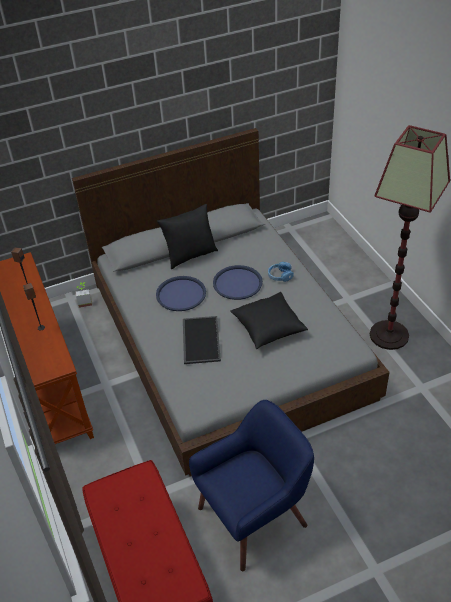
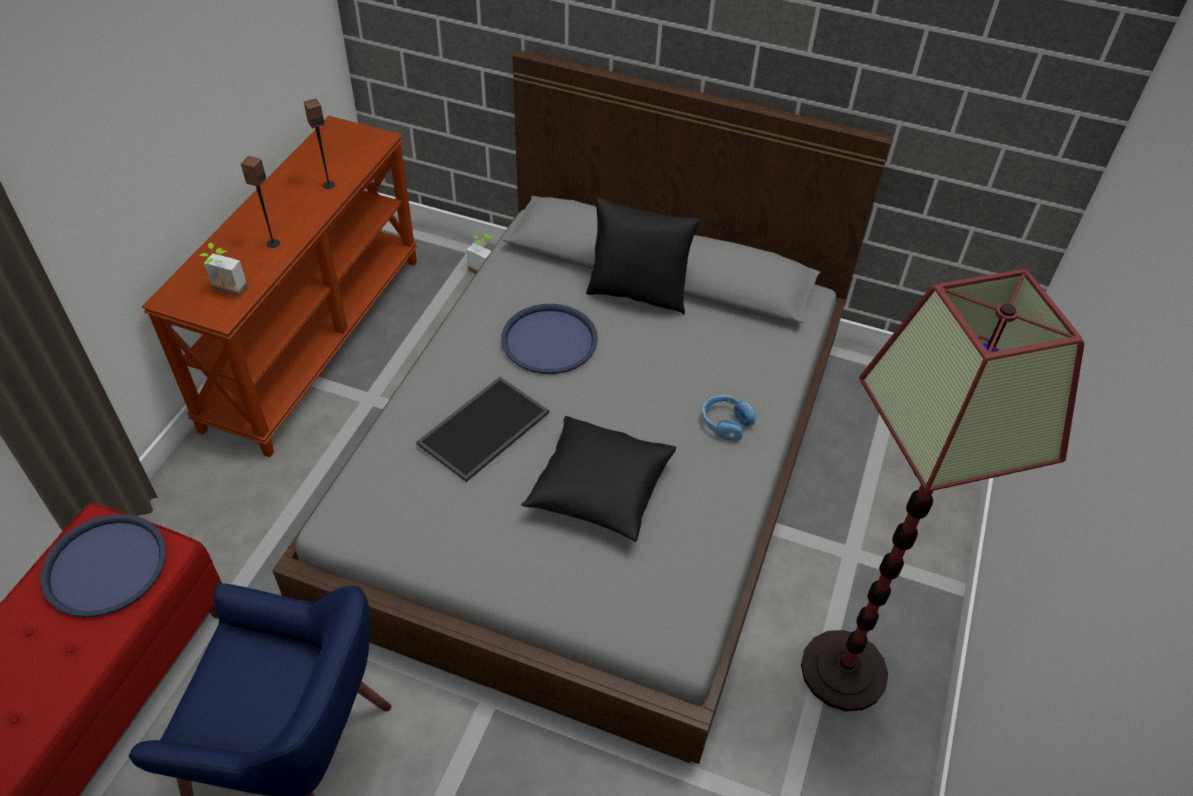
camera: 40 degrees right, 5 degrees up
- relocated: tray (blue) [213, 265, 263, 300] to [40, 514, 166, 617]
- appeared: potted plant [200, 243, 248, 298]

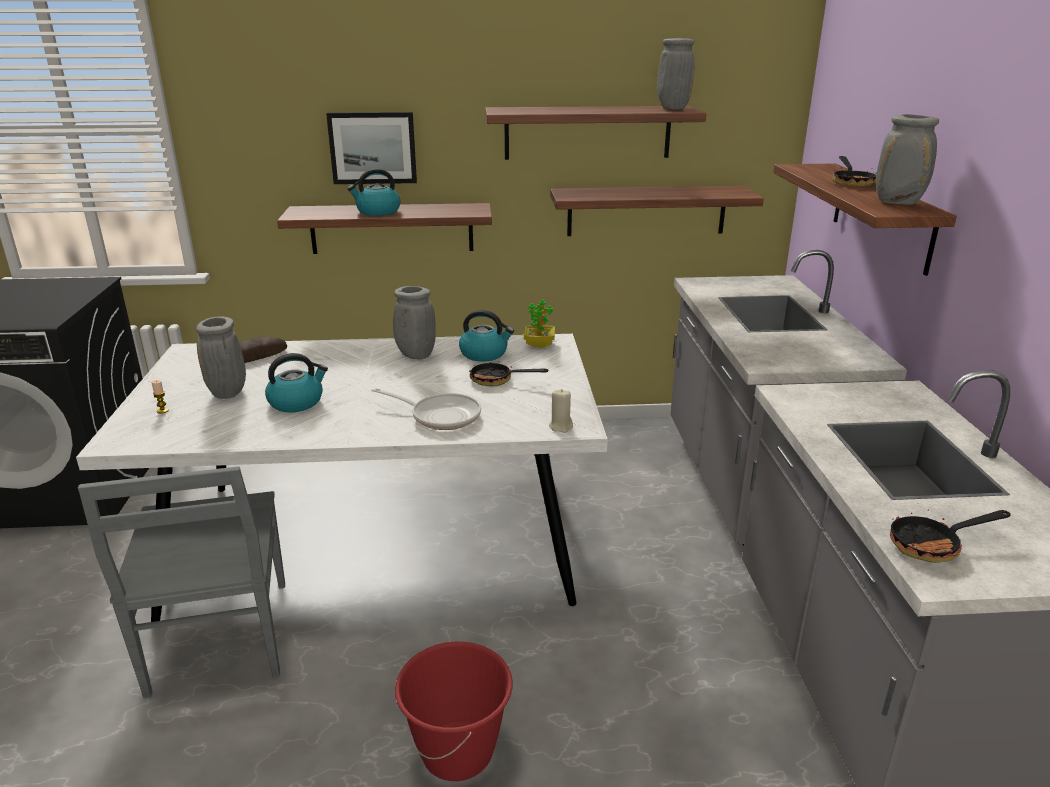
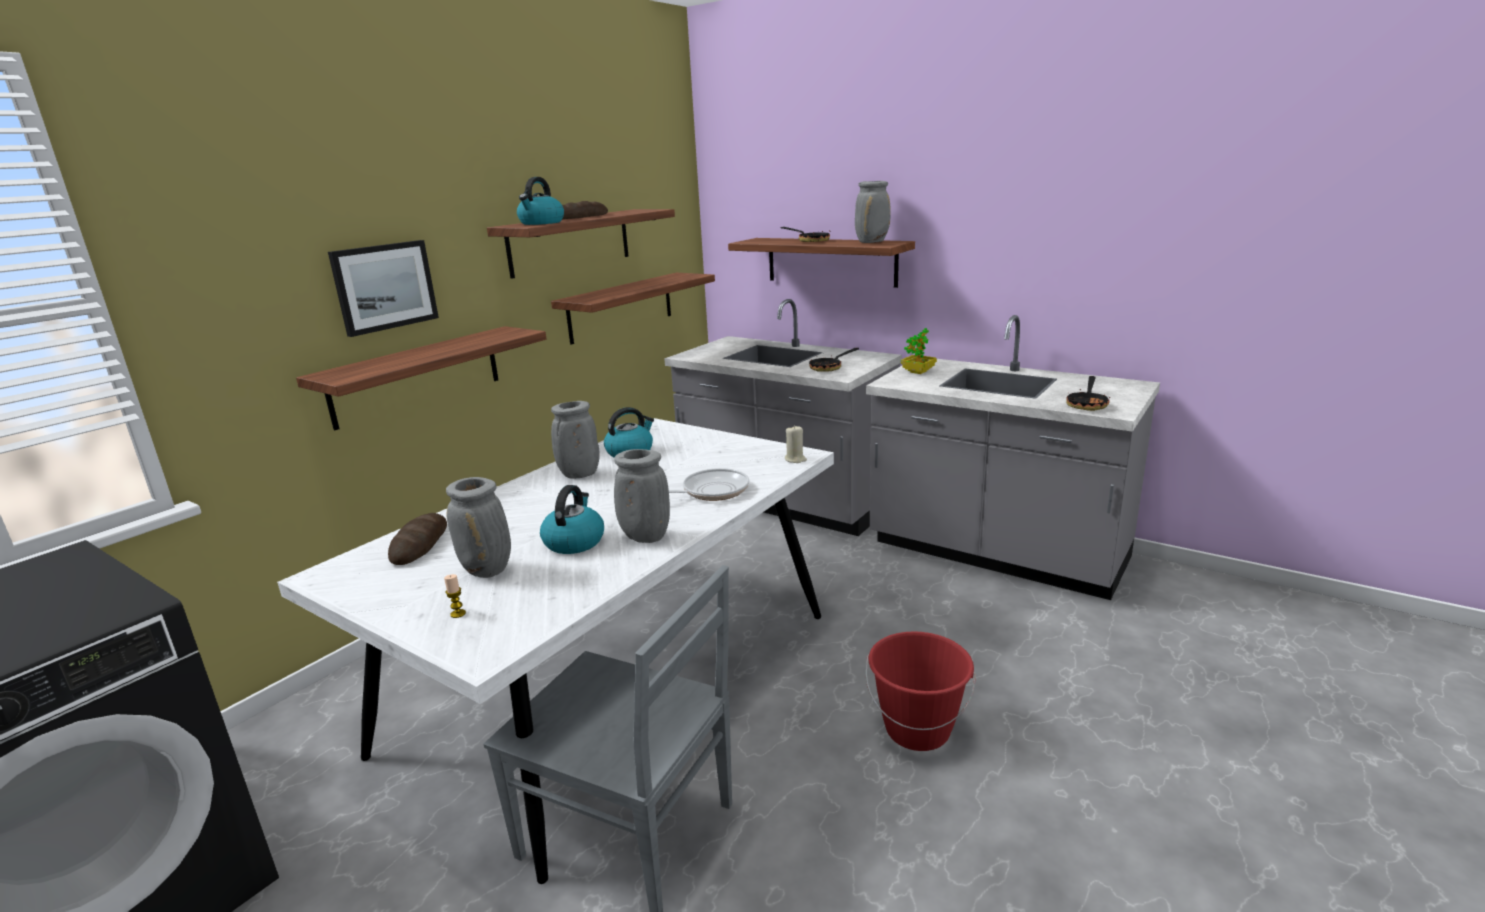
camera: 50 degrees left, 5 degrees down
- relocated: kettle [347, 168, 400, 216] to [517, 177, 564, 225]
- appeared: bread [562, 201, 608, 219]
- relocated: vase (grey) [657, 38, 695, 110] to [614, 449, 670, 543]
- relocated: frying pan [469, 361, 548, 386] to [809, 348, 859, 372]
- relocated: potted plant [524, 300, 555, 348] to [901, 328, 937, 374]

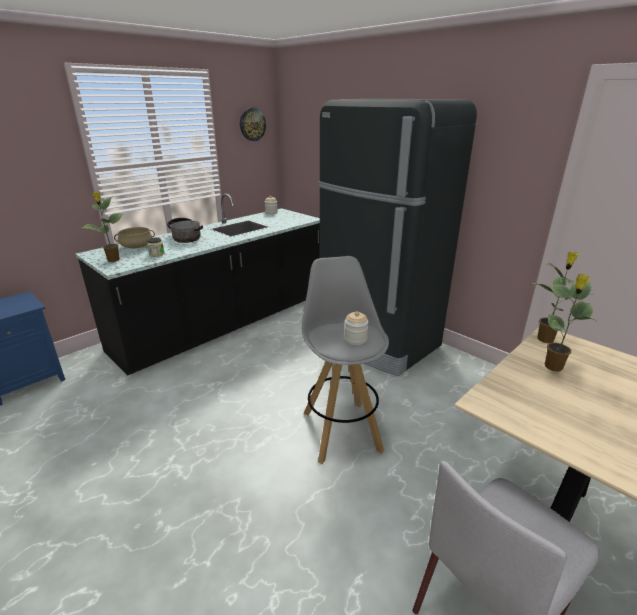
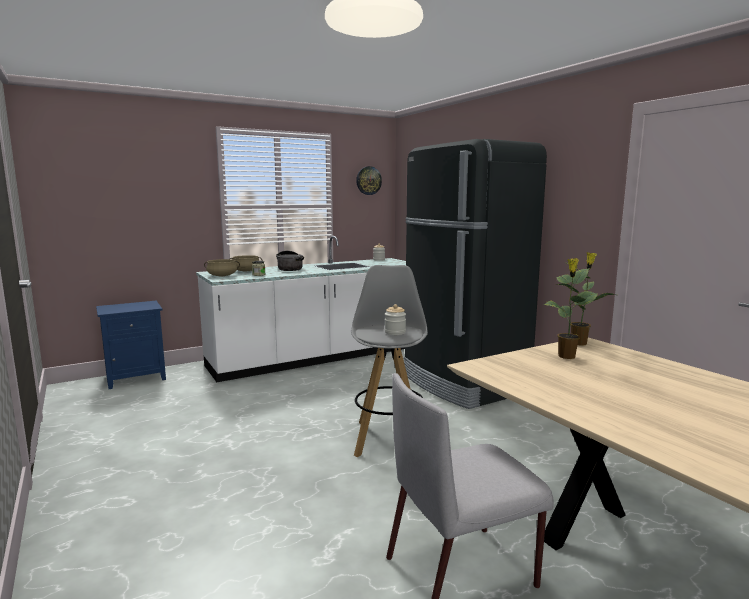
camera: 15 degrees right, 15 degrees down
- colour: counter (black) [75, 194, 320, 375] to counter (white) [196, 236, 406, 382]
- exchanged: potted plant [82, 191, 124, 262] to cooking pot (beige) [204, 259, 240, 276]

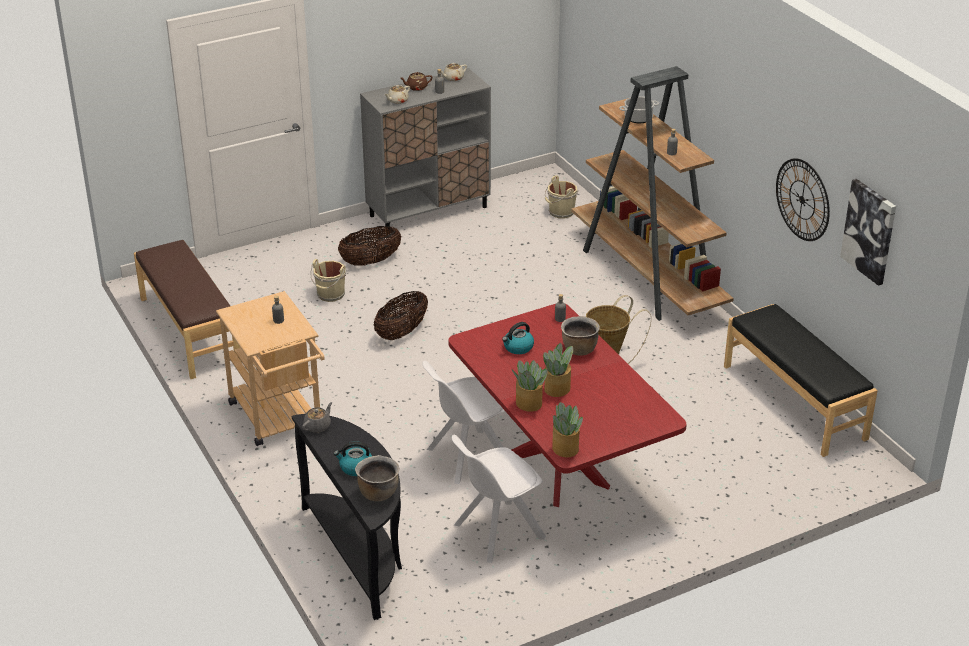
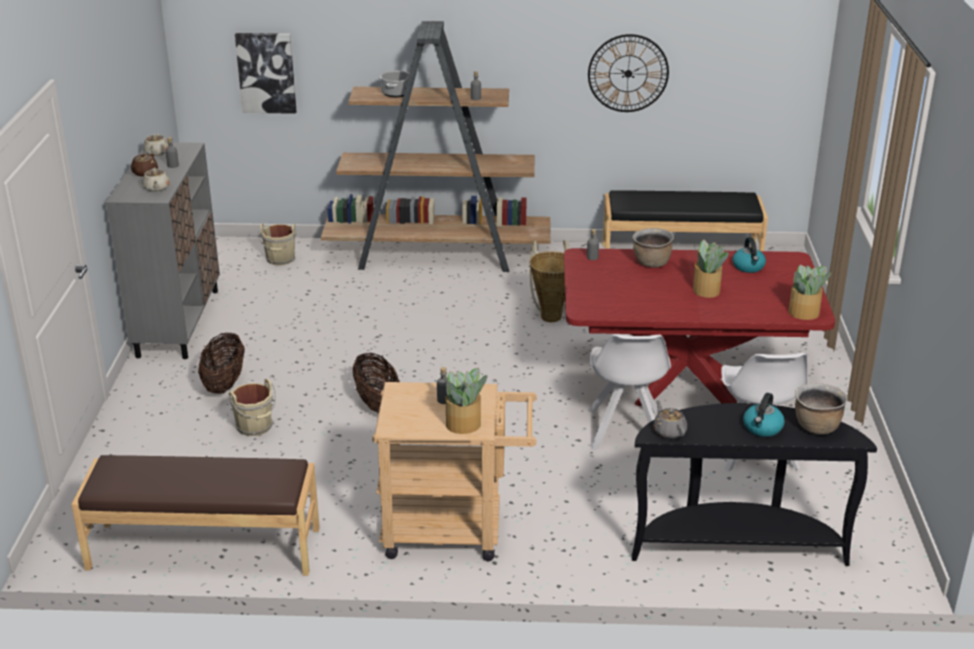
camera: 60 degrees left, 5 degrees down
- relocated: picture [840, 179, 896, 286] to [235, 33, 297, 114]
- relocated: potted plant [512, 360, 548, 412] to [444, 368, 488, 434]
- relocated: kettle [502, 322, 534, 354] to [732, 237, 766, 273]

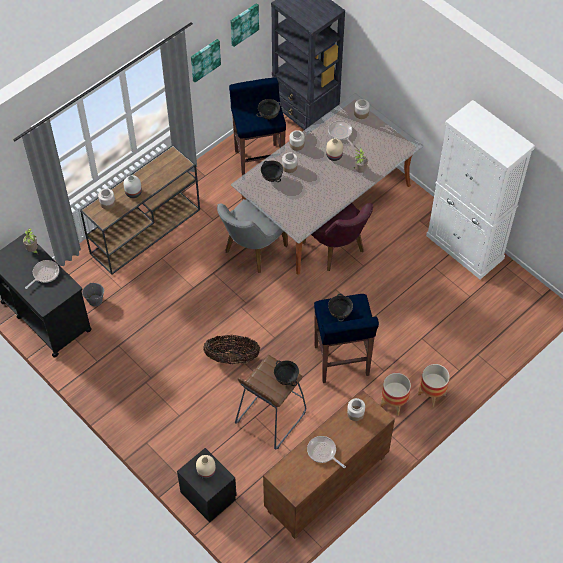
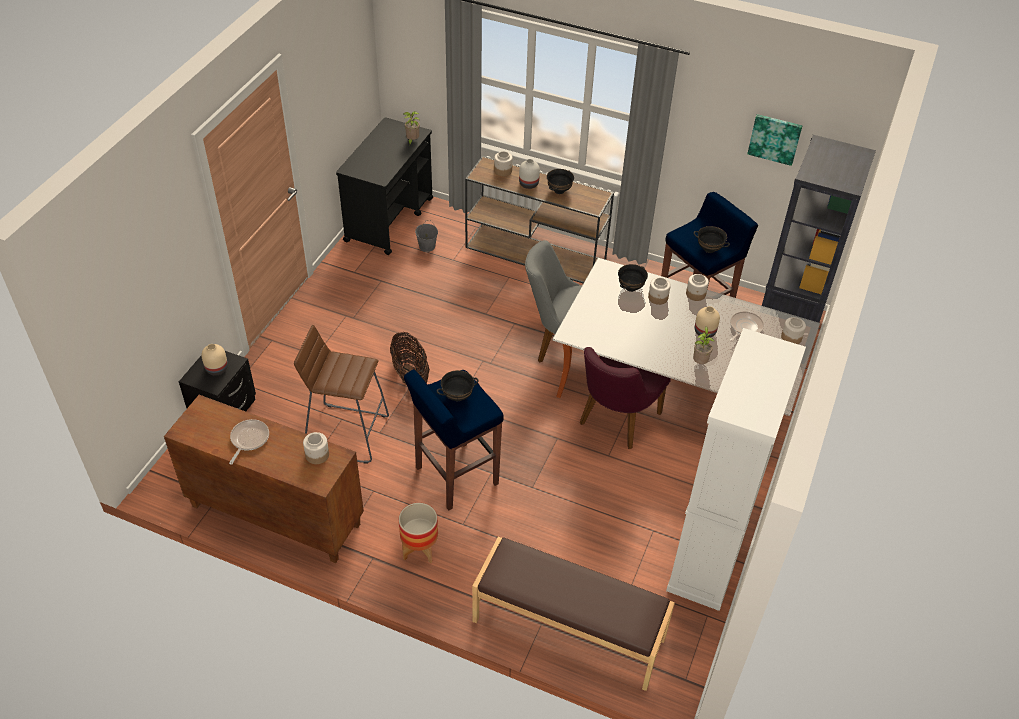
camera: 65 degrees right, 10 degrees down
- appeared: bench (brown) [472, 537, 675, 691]
- relocated: bowl (black) [274, 360, 299, 386] to [547, 169, 574, 194]
- missing: frying pan [25, 260, 59, 289]
- missing: picture [191, 39, 221, 82]
- missing: planter [418, 364, 450, 407]

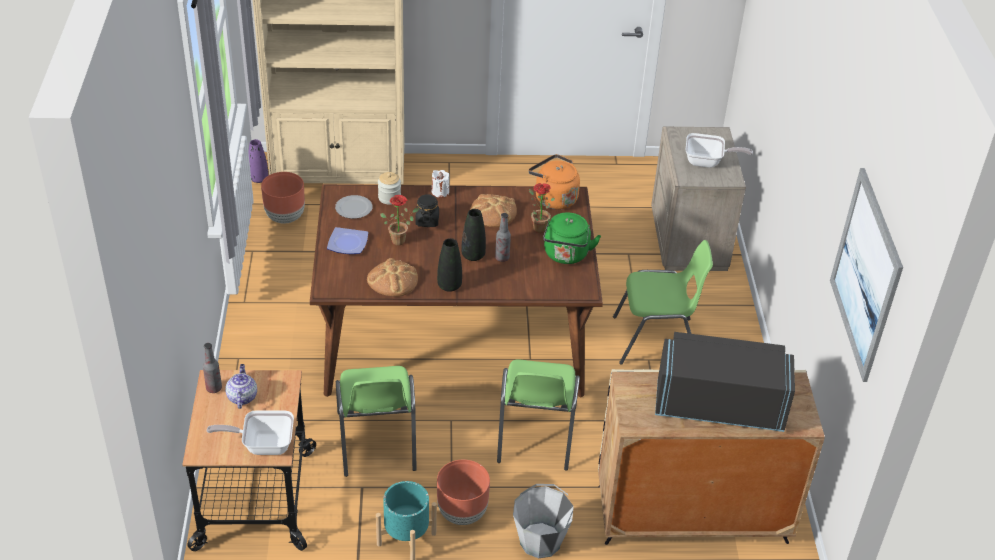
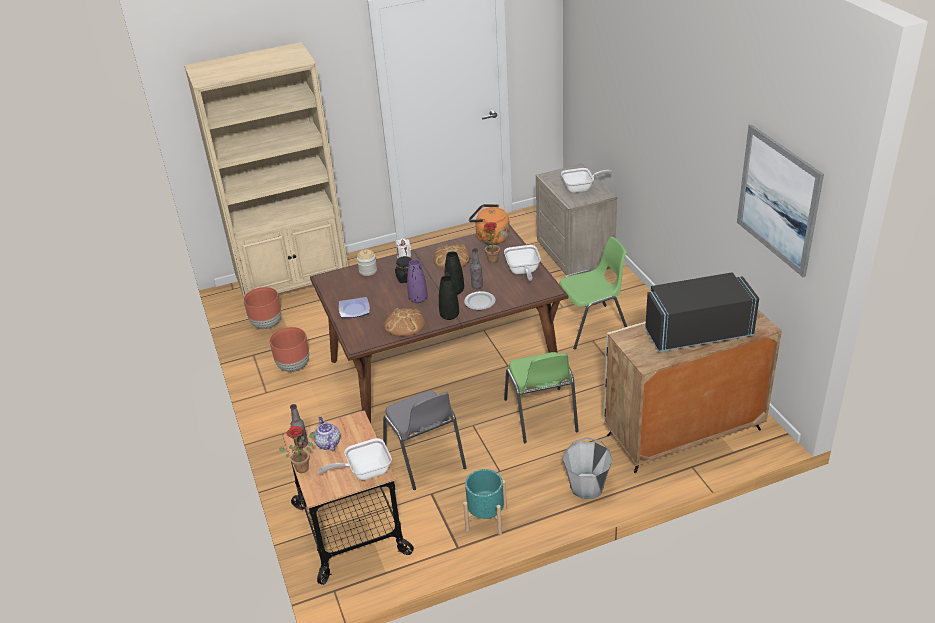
camera: 15 degrees left, 5 degrees down
- relocated: planter (brown) [437, 460, 490, 525] to [269, 327, 309, 372]
- relocated: potted plant [380, 195, 420, 246] to [279, 426, 315, 473]
- colour: chair (green) [336, 366, 417, 477] to chair (grey) [383, 391, 467, 490]
- relocated: vase (purple) [248, 139, 268, 183] to [407, 259, 428, 303]
- relocated: plate [335, 195, 373, 219] to [464, 291, 496, 310]
- exchanged: kettle (green) [543, 212, 601, 264] to frying pan [504, 245, 541, 281]

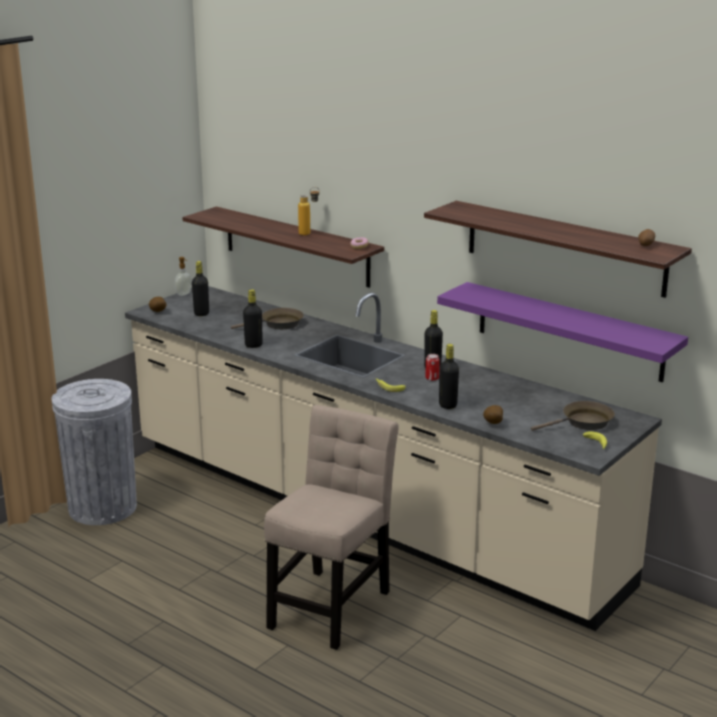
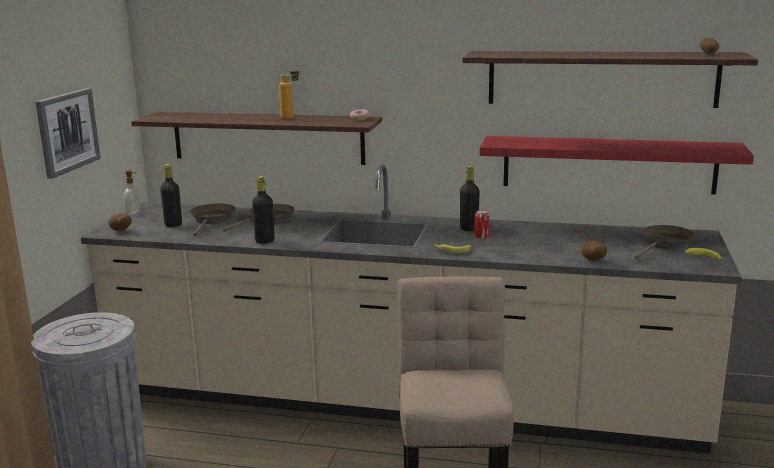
camera: 25 degrees left, 5 degrees down
- appeared: picture [36, 88, 101, 179]
- appeared: frying pan (brown) [190, 203, 236, 236]
- colour: shelf (purple) [437, 282, 688, 382] to shelf (red) [480, 136, 754, 195]
- missing: bottle (black) [439, 344, 459, 409]

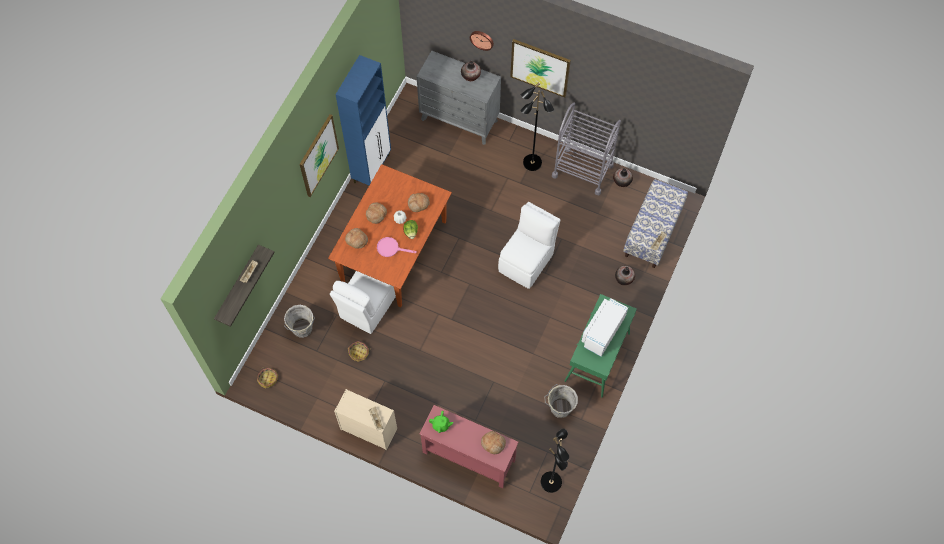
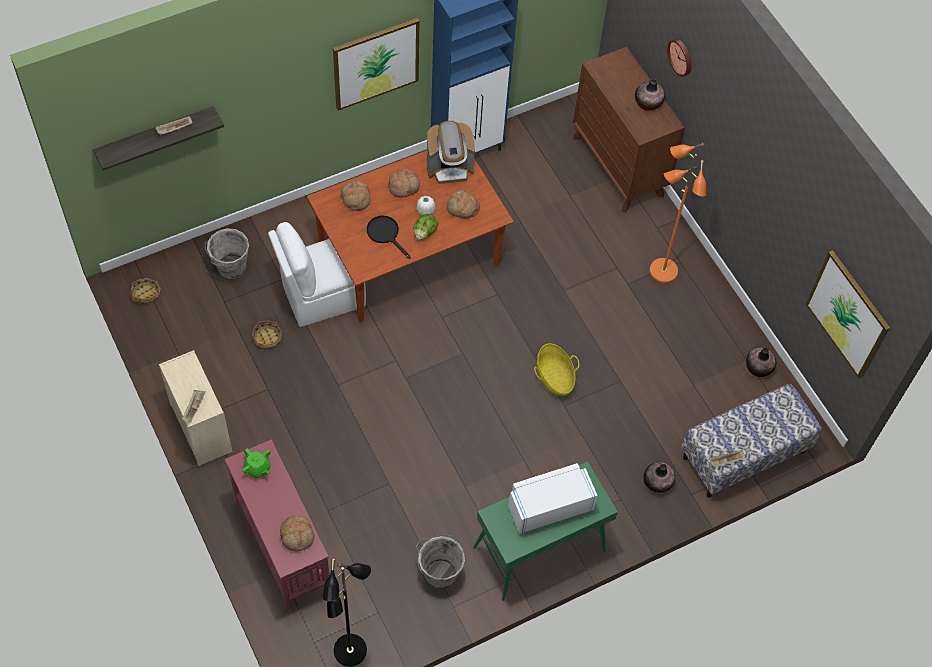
camera: 35 degrees right, 5 degrees down
- colour: frying pan (pink) [377, 237, 417, 257] to frying pan (black) [367, 216, 411, 259]
- appeared: coffee machine [427, 121, 475, 184]
- exchanged: chair (white) [498, 202, 560, 289] to basket [534, 343, 579, 396]
- colour: dresser (grey) [417, 50, 501, 145] to dresser (brown) [573, 47, 685, 213]
- colour: floor lamp (black) [520, 82, 554, 171] to floor lamp (orange) [649, 143, 706, 283]
- relocated: picture [510, 39, 571, 98] to [806, 250, 890, 379]
- missing: cart (grey) [552, 102, 621, 195]

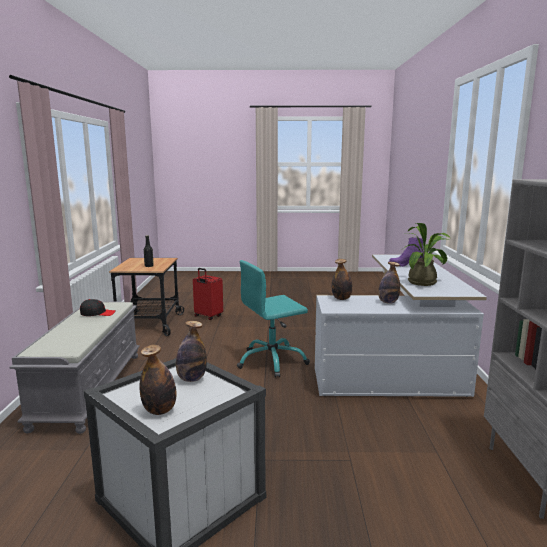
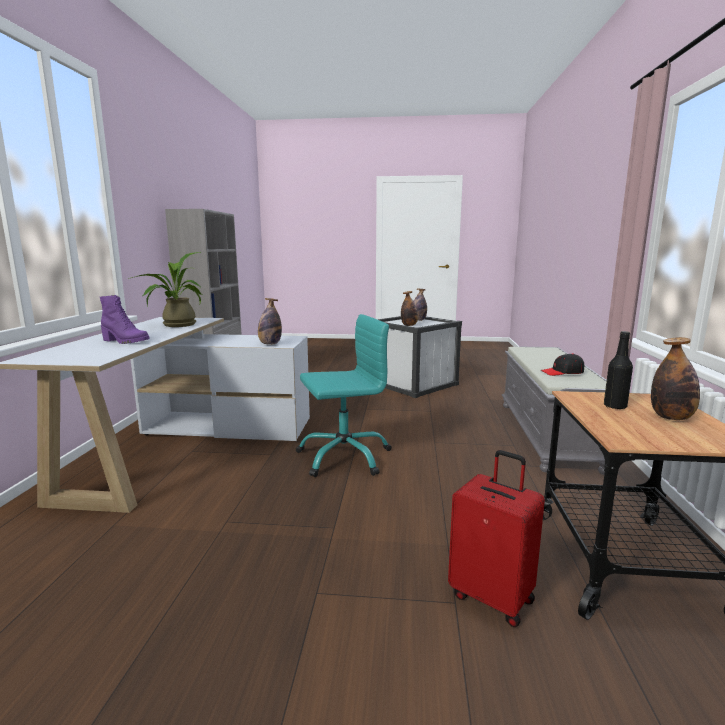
camera: 175 degrees left, 0 degrees up
- relocated: bottle [378, 262, 400, 304] to [651, 337, 700, 420]

